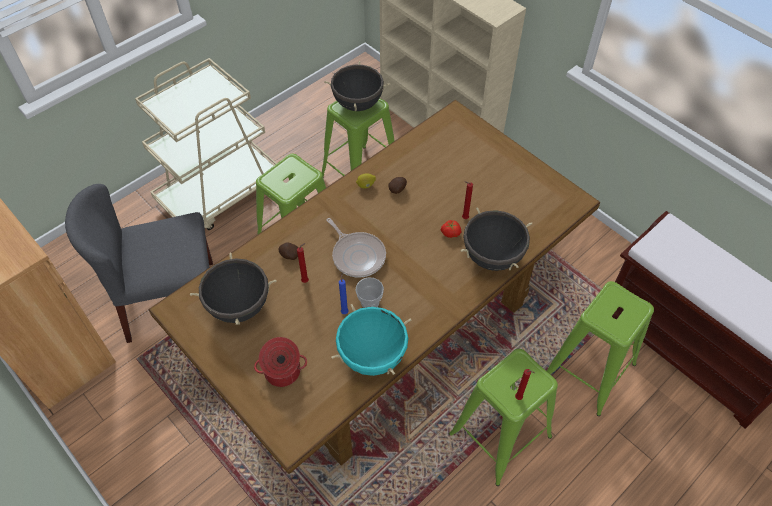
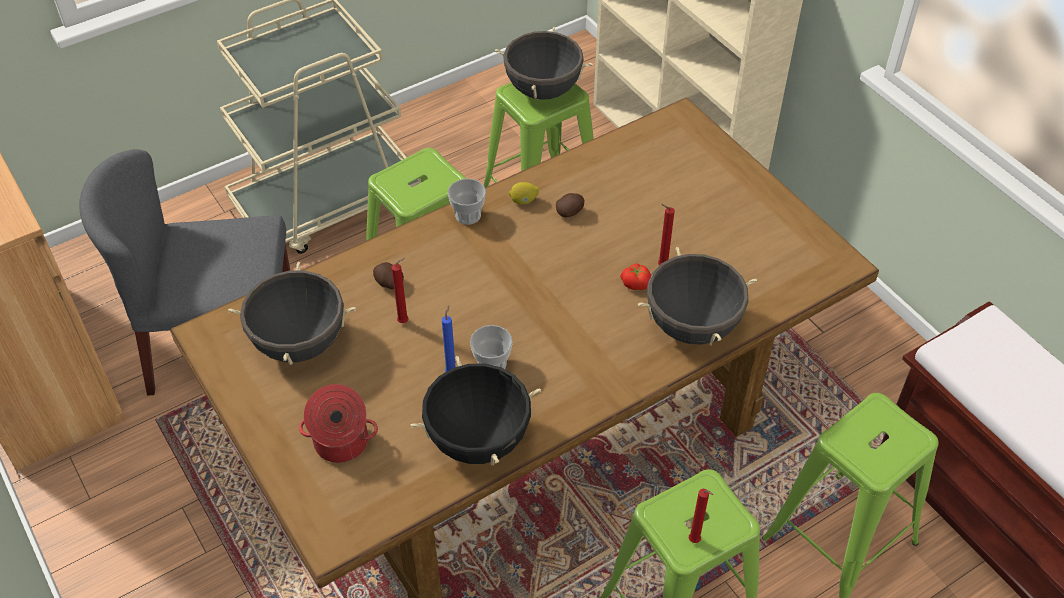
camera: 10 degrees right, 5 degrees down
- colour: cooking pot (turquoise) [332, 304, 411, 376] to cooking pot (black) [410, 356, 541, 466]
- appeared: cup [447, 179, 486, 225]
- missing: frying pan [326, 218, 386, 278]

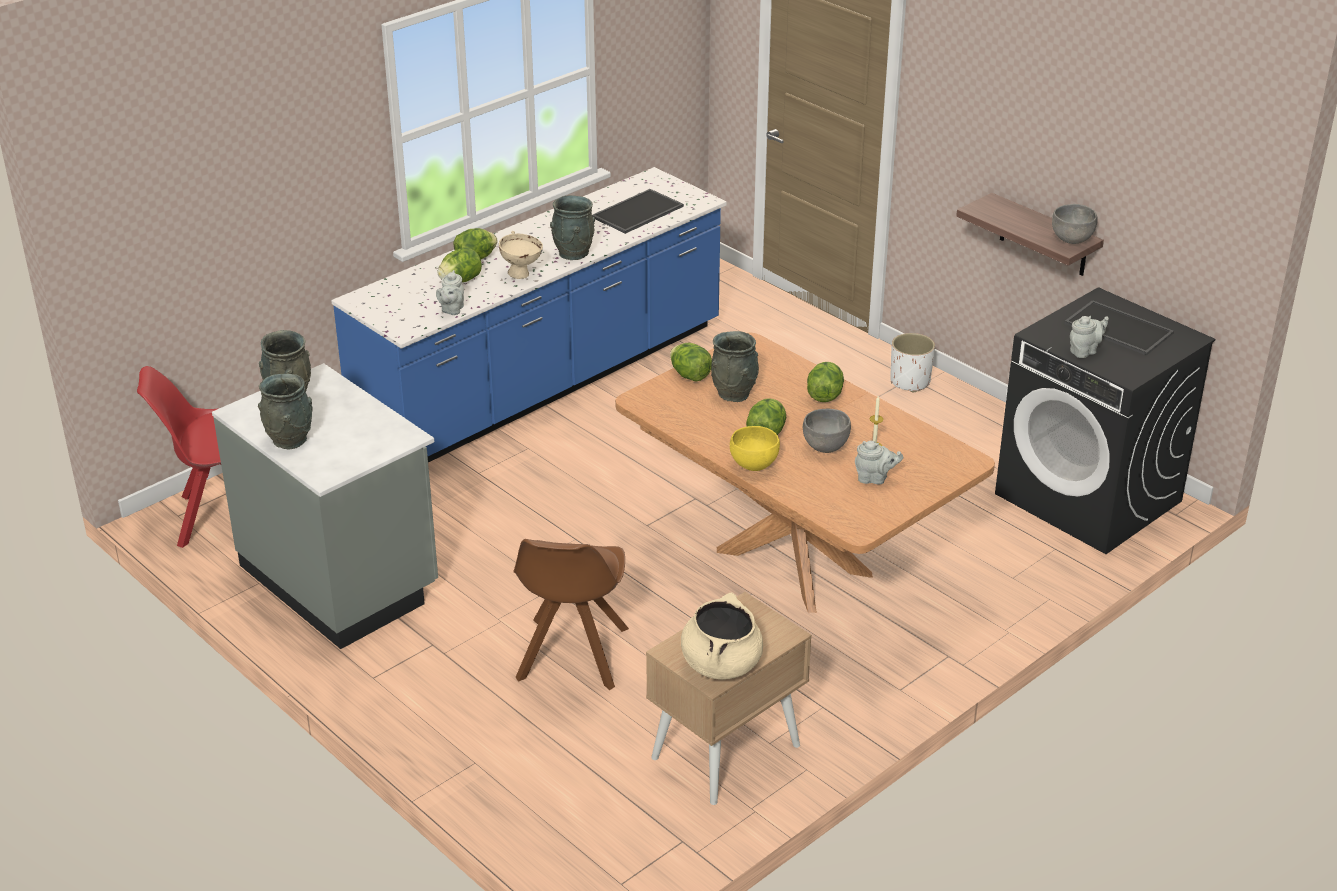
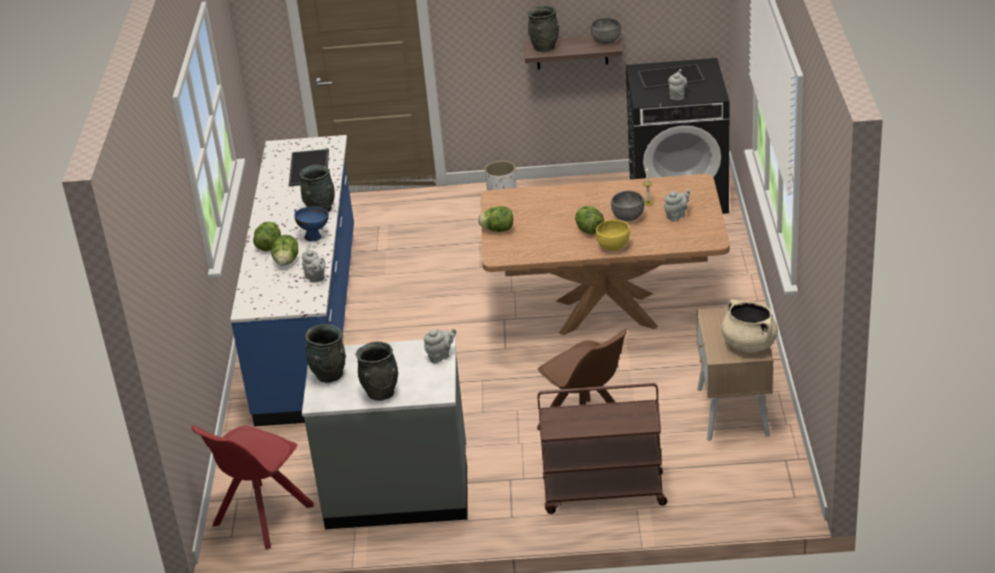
camera: 45 degrees left, 0 degrees up
- colour: bowl (beige) [499, 231, 543, 279] to bowl (blue) [294, 207, 329, 242]
- appeared: teapot (grey) [423, 328, 456, 363]
- relocated: vase (grey) [711, 331, 759, 402] to [527, 6, 560, 52]
- appeared: cart (brown) [538, 383, 667, 514]
- missing: lettuce [807, 362, 844, 402]

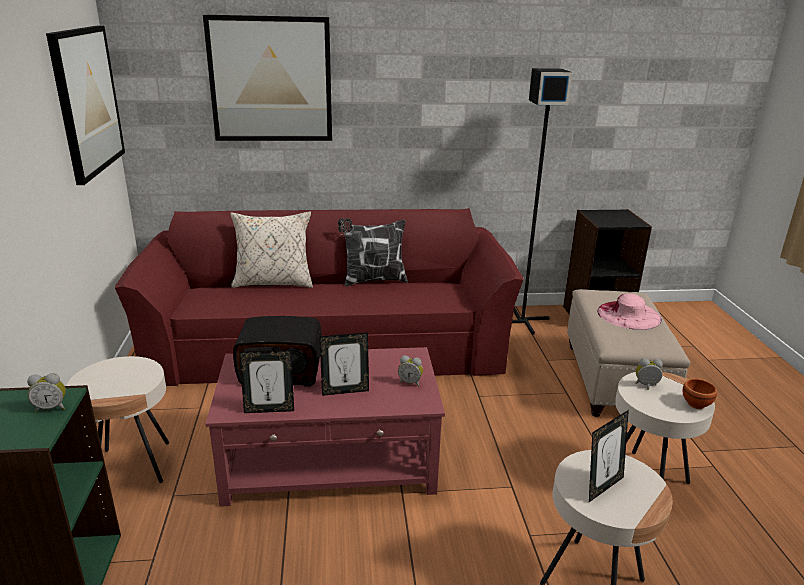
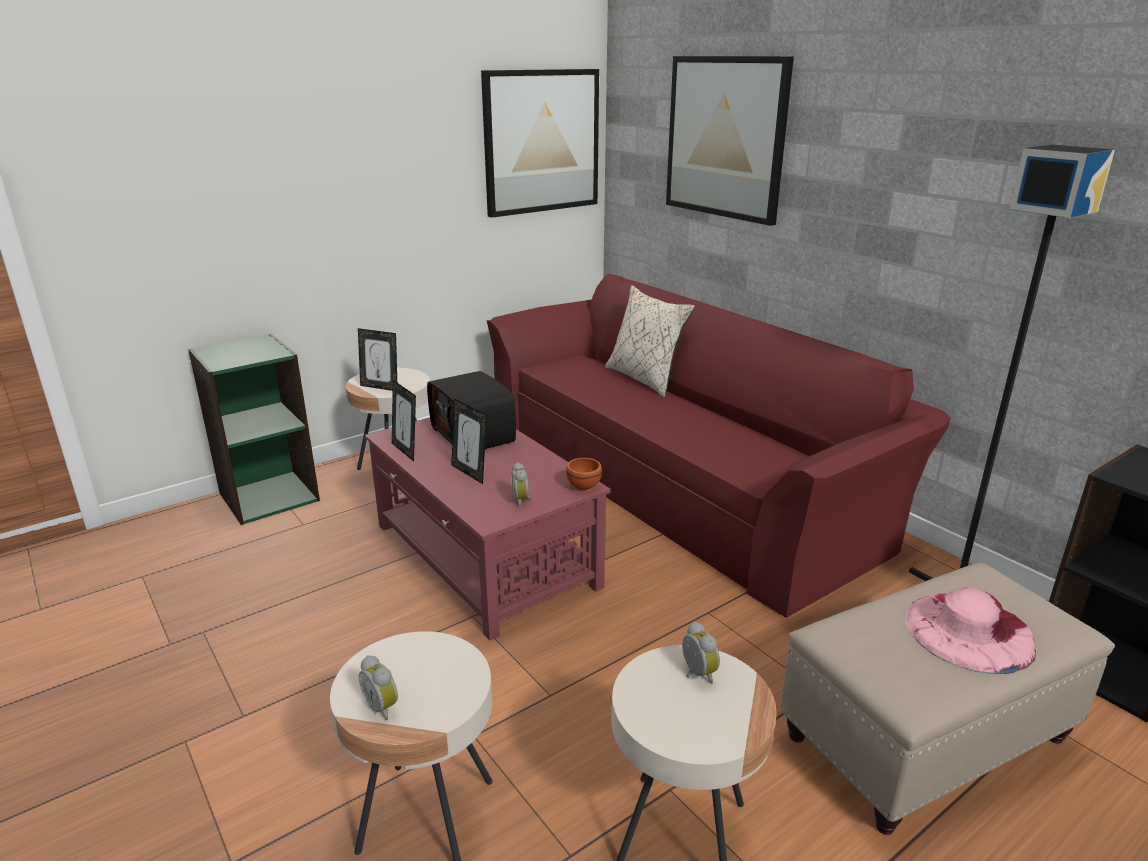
camera: 60 degrees right, 0 degrees up
- relocated: picture frame [589, 410, 629, 502] to [358, 328, 397, 391]
- relocated: alarm clock [27, 373, 66, 412] to [359, 656, 398, 720]
- relocated: bowl (brown) [682, 379, 717, 409] to [566, 458, 602, 492]
- missing: pillow [338, 218, 408, 286]

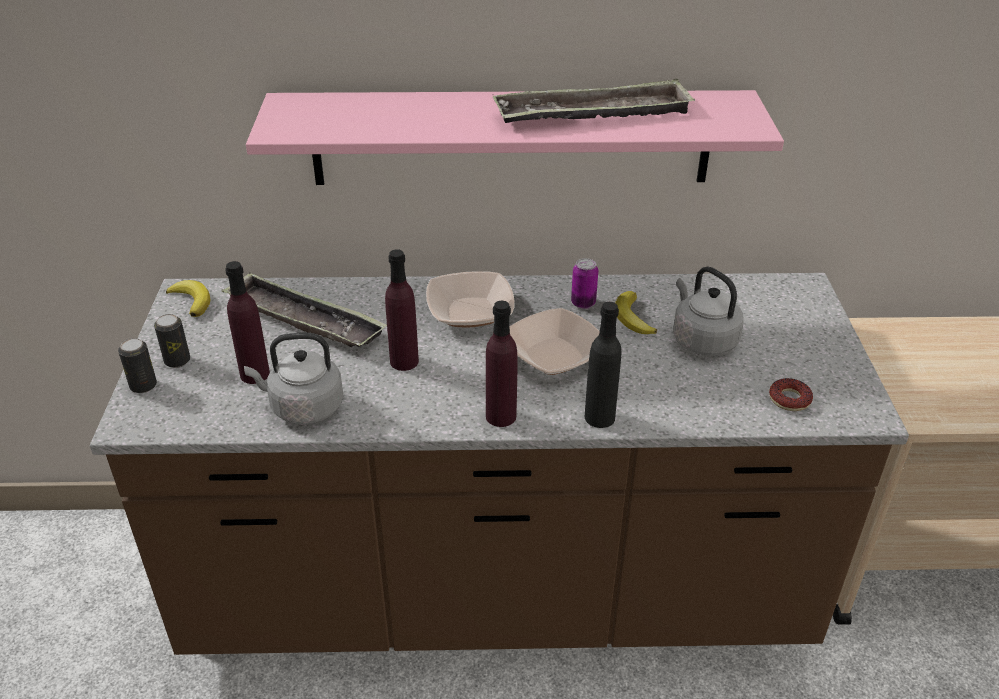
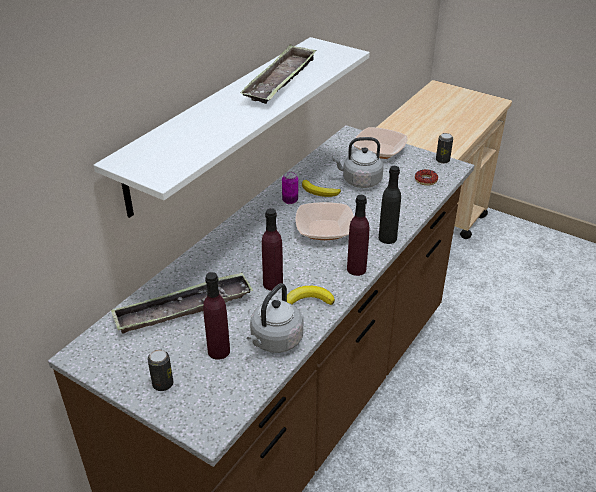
camera: 55 degrees left, 0 degrees up
- colour: shelf (pink) [246, 90, 784, 185] to shelf (white) [94, 37, 370, 218]
- relocated: banana [166, 280, 210, 317] to [287, 286, 335, 305]
- relocated: bowl [426, 271, 515, 327] to [354, 127, 408, 159]
- relocated: can [118, 338, 157, 393] to [436, 133, 453, 164]

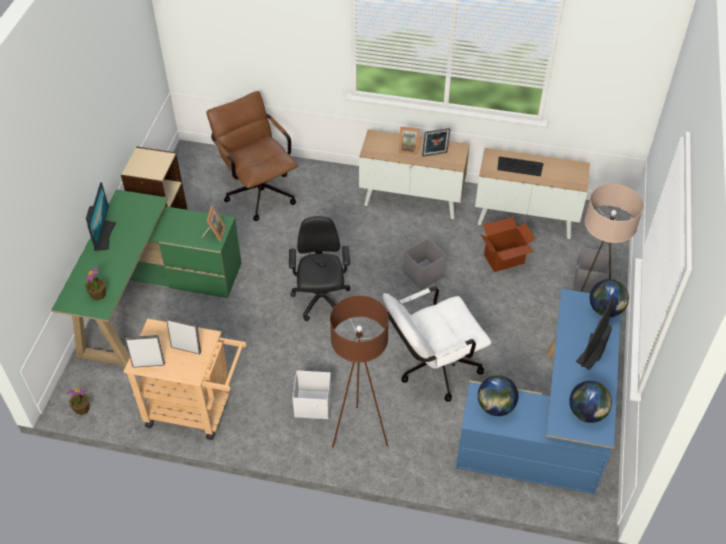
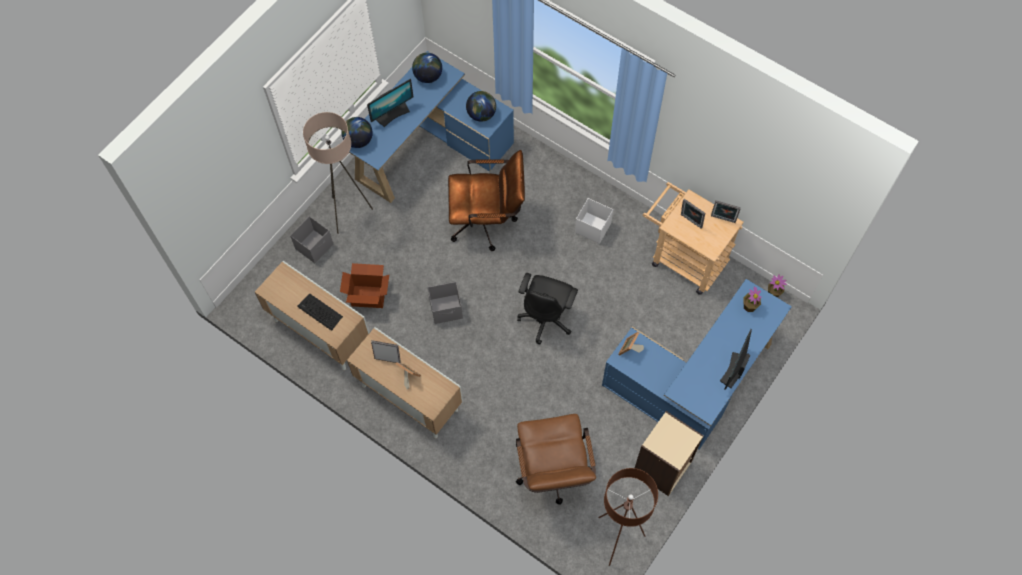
camera: 155 degrees left, 15 degrees up
- colour: office chair (white) [383, 286, 491, 402] to office chair (brown) [448, 150, 525, 251]
- relocated: floor lamp (brown) [330, 296, 389, 447] to [598, 468, 658, 566]
- colour: desk (green) [51, 189, 242, 366] to desk (blue) [602, 279, 792, 450]

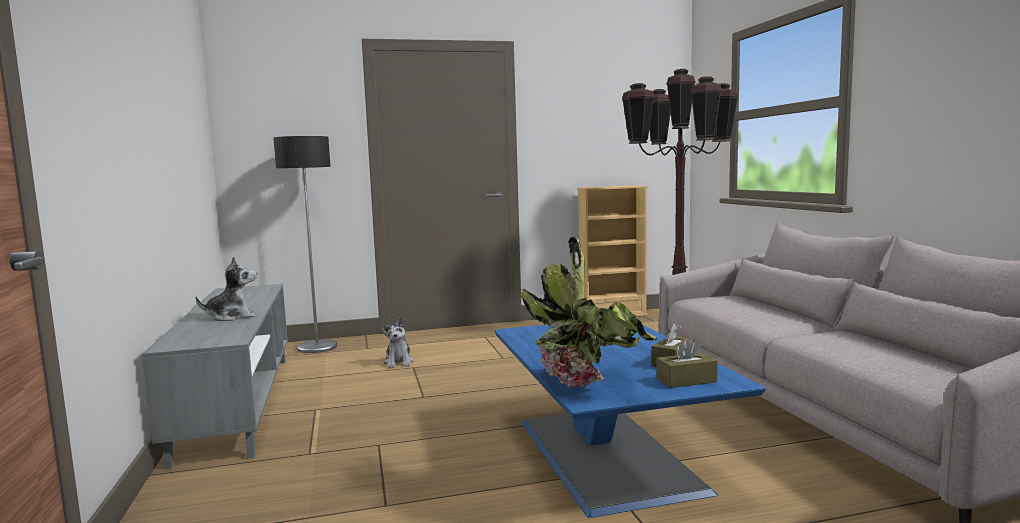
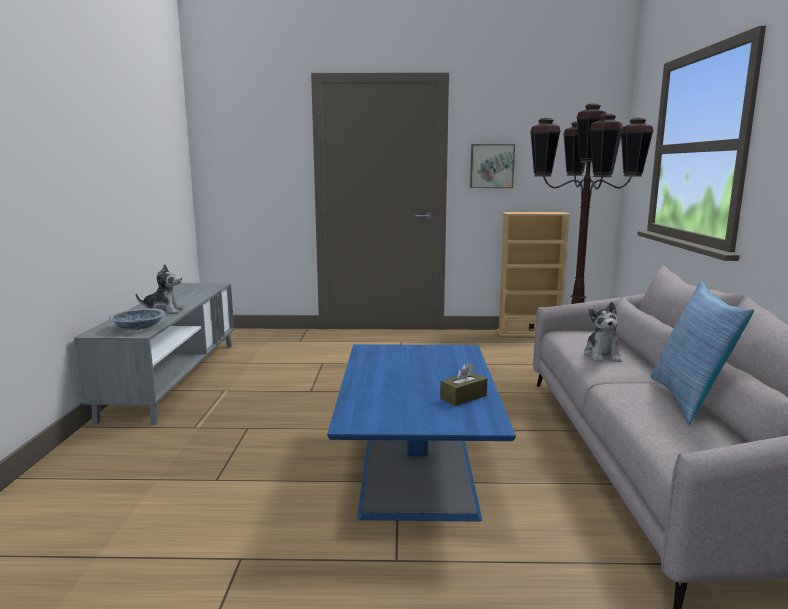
camera: 15 degrees right, 5 degrees up
- appeared: bowl [109, 308, 165, 330]
- appeared: picture [470, 144, 515, 188]
- relocated: plush toy [381, 317, 414, 368] to [584, 302, 621, 362]
- appeared: pillow [651, 282, 754, 425]
- missing: floor lamp [273, 136, 337, 353]
- missing: potted plant [521, 236, 657, 388]
- missing: tissue box (brown) [657, 338, 718, 388]

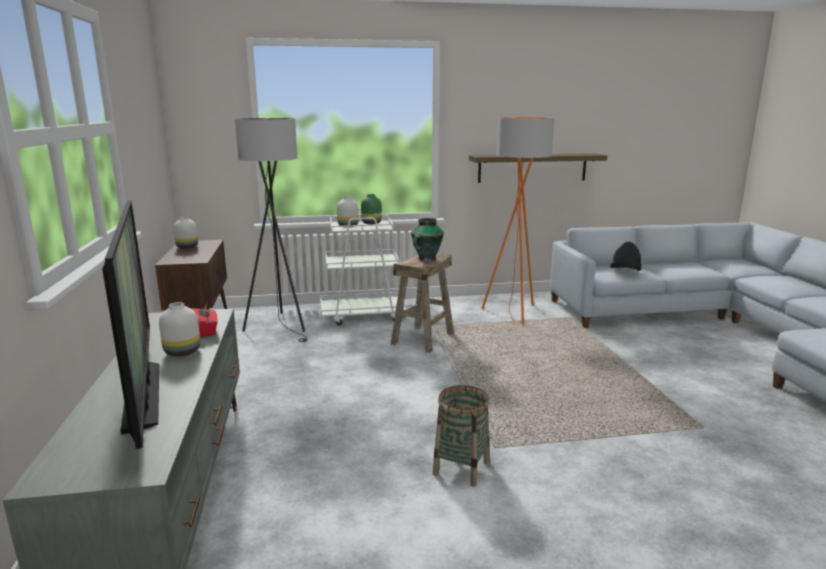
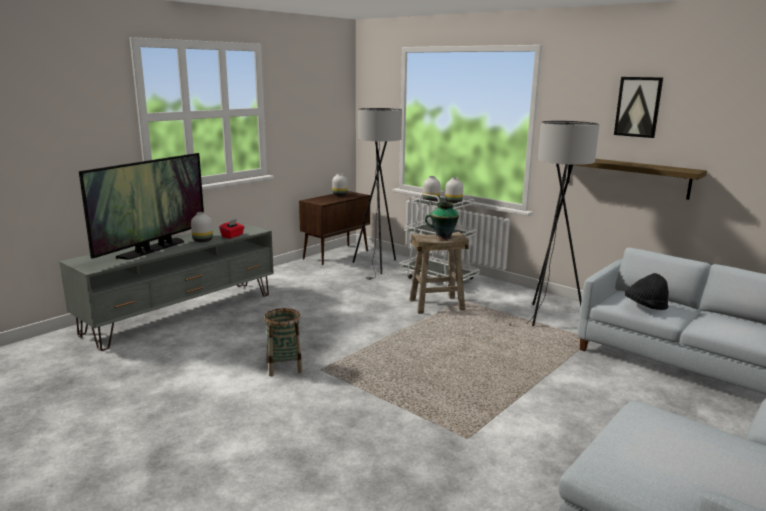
camera: 50 degrees right, 0 degrees up
- colour: vase (green) [361, 194, 382, 224] to vase (white) [445, 177, 463, 203]
- colour: floor lamp (orange) [482, 117, 554, 331] to floor lamp (grey) [507, 121, 600, 327]
- appeared: picture [614, 77, 663, 138]

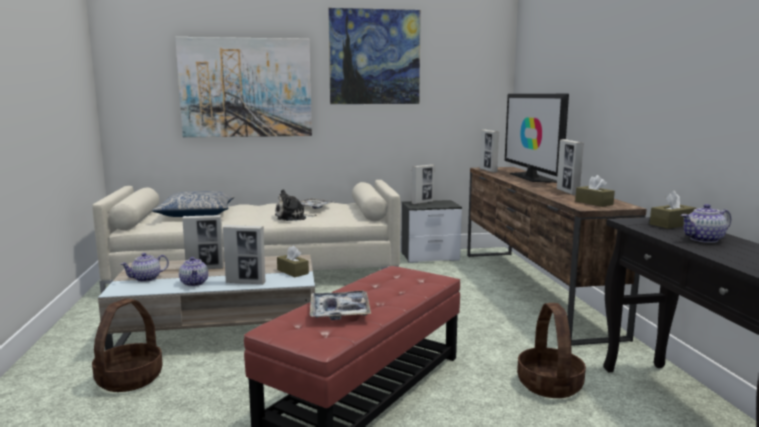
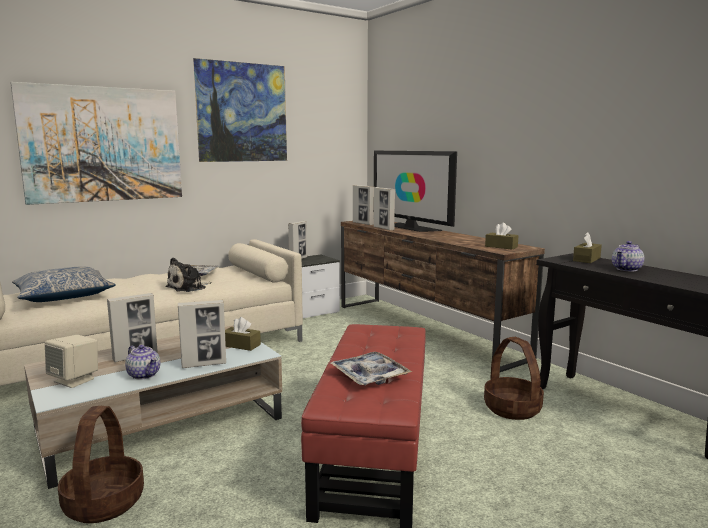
camera: 25 degrees left, 0 degrees up
- exchanged: teapot [120, 253, 169, 282] to speaker (beige) [45, 335, 98, 388]
- relocated: picture frame [557, 139, 584, 195] to [374, 187, 395, 230]

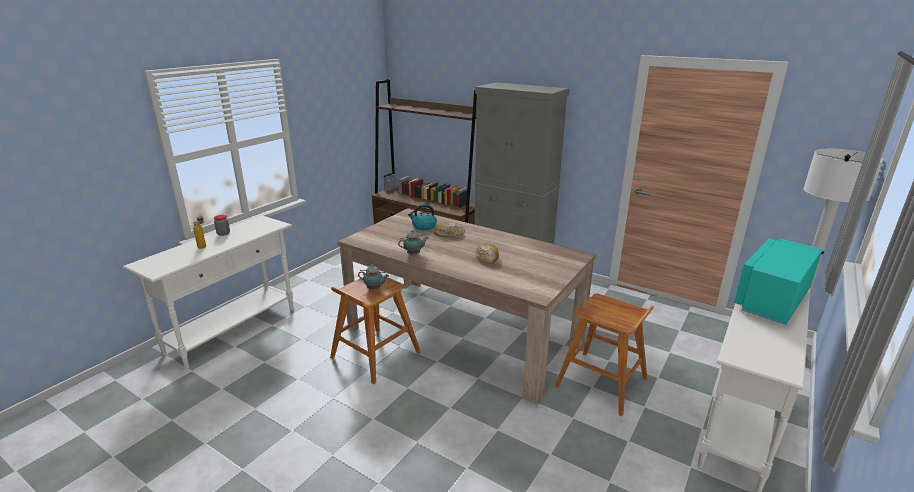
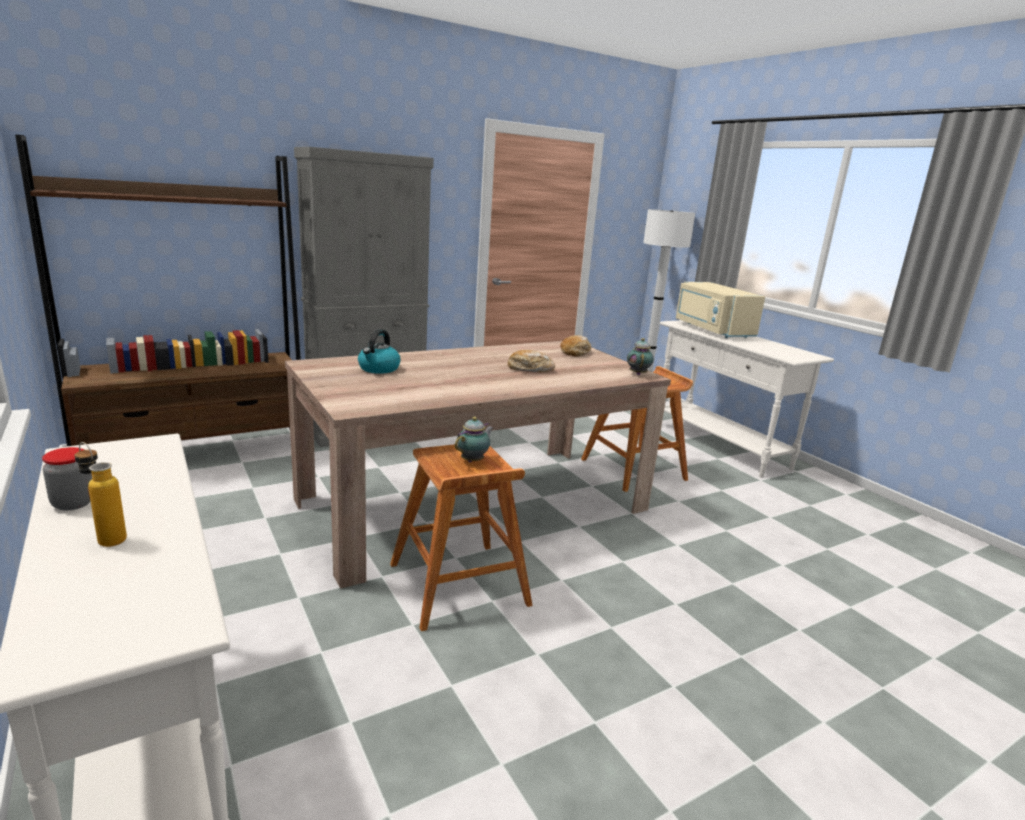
camera: 65 degrees left, 5 degrees down
- relocated: bread [434, 222, 465, 237] to [560, 335, 591, 357]
- relocated: teapot [398, 230, 429, 255] to [627, 338, 654, 375]
- colour: microwave (turquoise) [734, 239, 823, 325] to microwave (beige) [676, 282, 765, 338]

